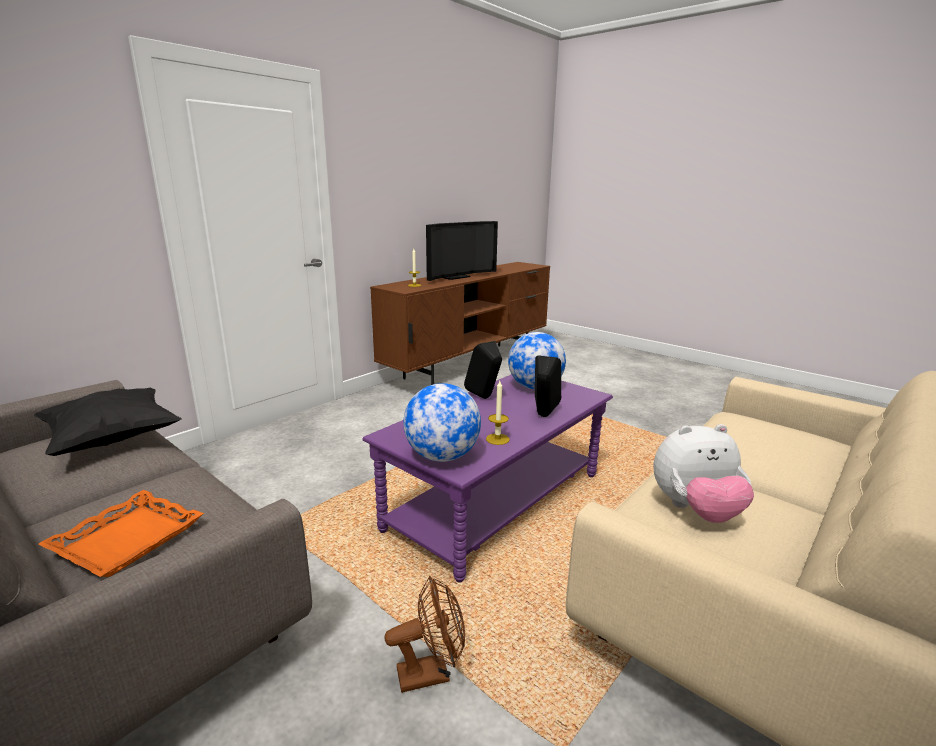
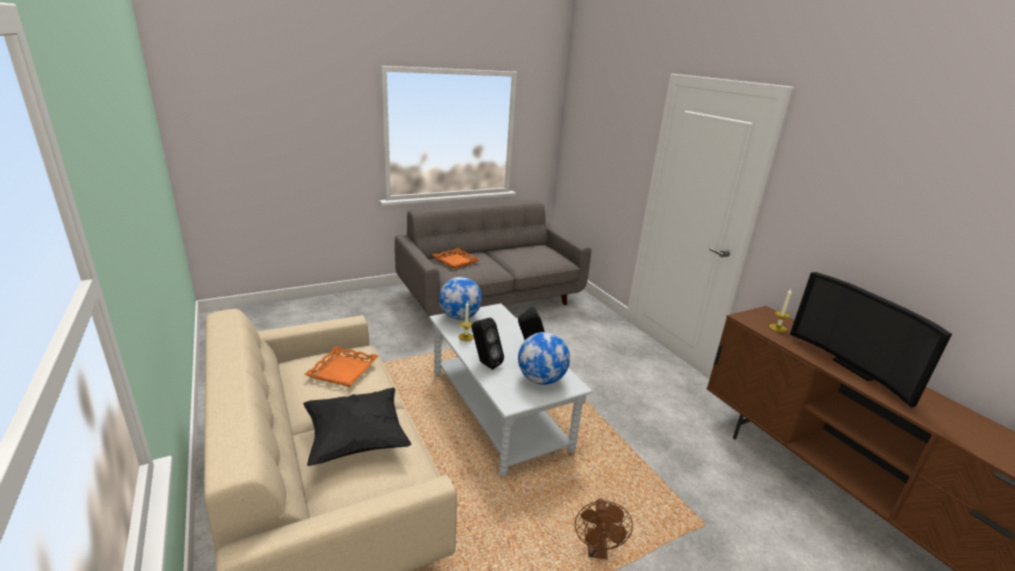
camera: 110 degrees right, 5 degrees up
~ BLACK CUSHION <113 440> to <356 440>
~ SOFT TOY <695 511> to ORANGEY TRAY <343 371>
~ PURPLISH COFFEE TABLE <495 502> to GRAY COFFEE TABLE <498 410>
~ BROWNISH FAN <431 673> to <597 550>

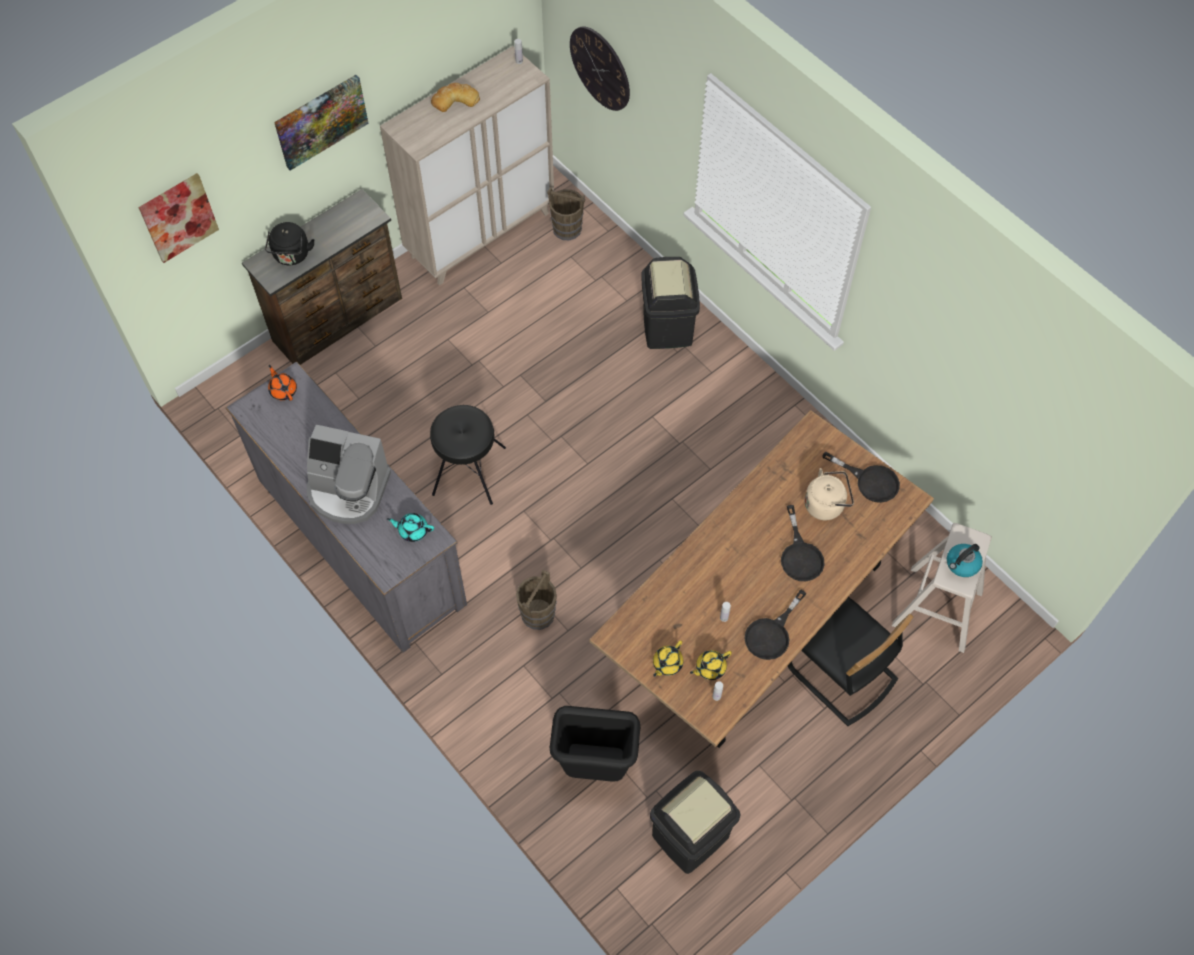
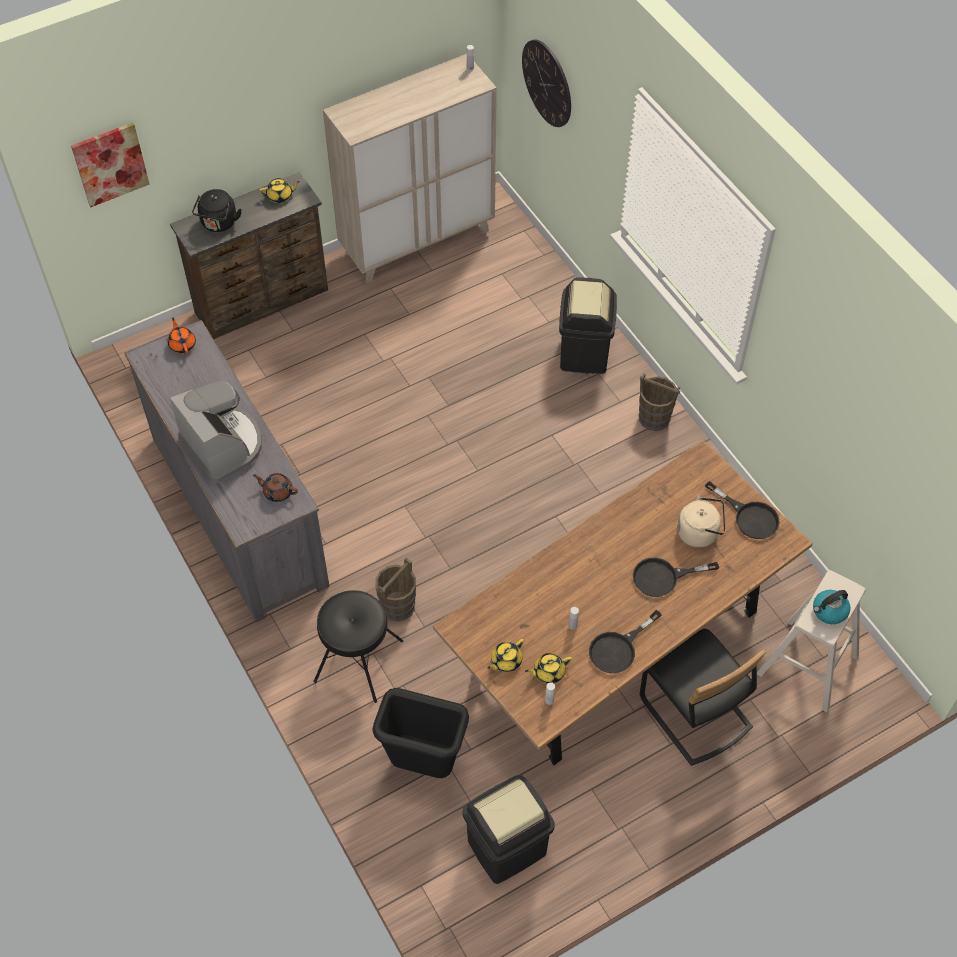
camera: 10 degrees right, 5 degrees down
~ COFFEE MAKER <348 490> = <223 445> 150 degrees counterclockwise
~ BLUE-GREEN TEAPOT <412 530> to BROWNISH TEAPOT <277 491>
+ YELLOW TEAPOT <280 196>
~ BLACK SITTING STOOL <468 471> to <357 660>
~ BLACK SKILLET <800 555> = <663 577> 75 degrees clockwise
~ BROWNISH BUCKET <567 229> to <654 418>
- WALL PICTURE <321 121>
- BREAD <455 99>

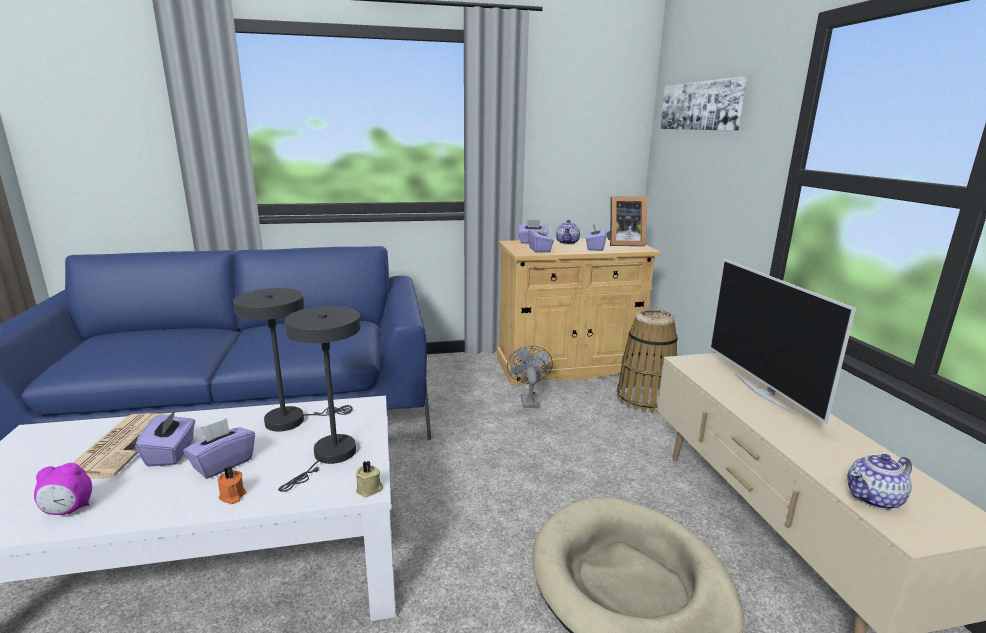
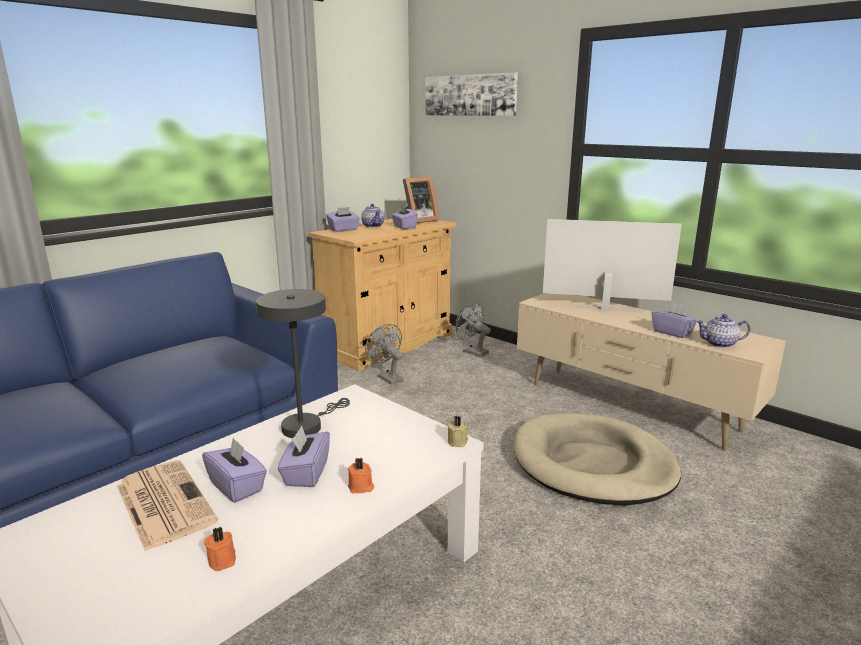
camera: 35 degrees left, 0 degrees up
~ TABLE CLOCK <69 510> to ORANGEY CANDLE <223 560>
~ BASKET <645 399> to GRAY FAN <472 351>
~ TV <764 393> = <604 308> 150 degrees clockwise
~ PURPLISH TISSUE BOX <540 250> to <672 332>
~ TEAPOT <874 498> = <720 344> 60 degrees clockwise
- GRAY TABLETOP LAMP <330 456>

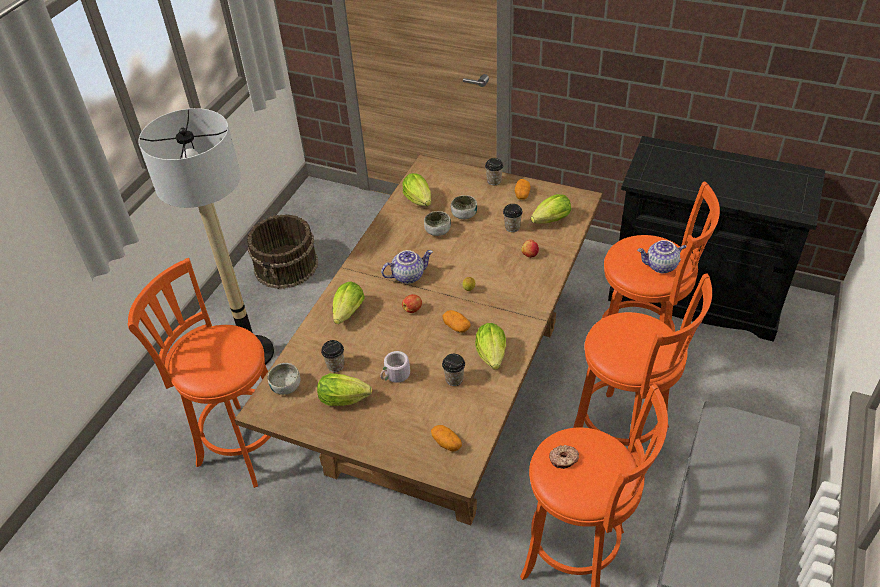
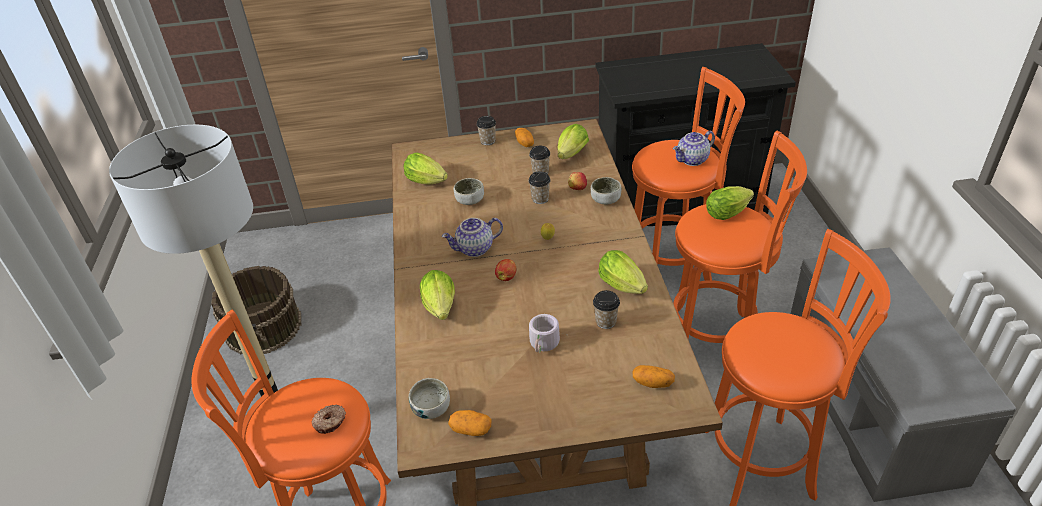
camera: 30 degrees left, 5 degrees down
~ DONUT <563 459> to <330 422>
~ TEAPOT <408 275> = <475 249> 150 degrees counterclockwise
~ POTATO <456 326> to <471 429>
~ CUP <335 365> to <540 199>
~ BOWL <464 215> to <605 200>
~ LETTUCE <347 399> to <729 213>

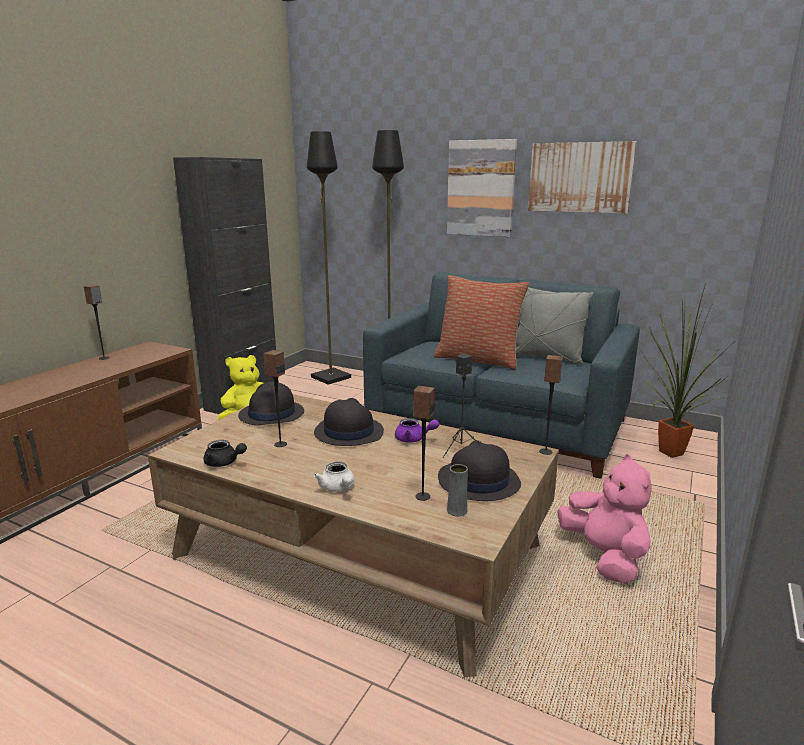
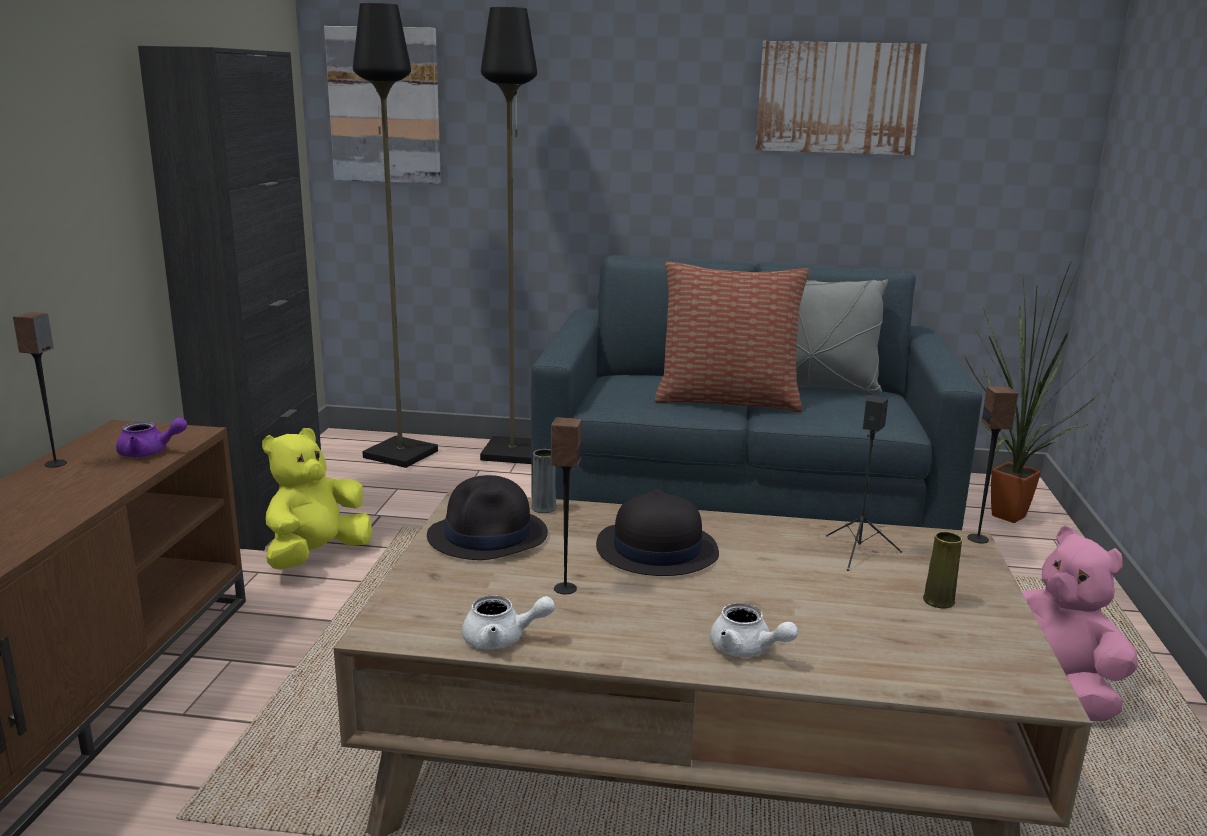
camera: 20 degrees left, 0 degrees up
~ PURPLISH TEAPOT <414 439> to <150 452>
~ WALL PICTURE <481 188> to <385 106>
~ BLACK TEAPOT <224 463> to WHITE-COLOURED TEAPOT <502 639>
~ GRAY DECORATIVE VASE <457 511> to <544 508>
~ BLACK HAT <478 481> to YELLOW DECORATIVE VASE <938 601>
- AUDIO SPEAKER <422 496>

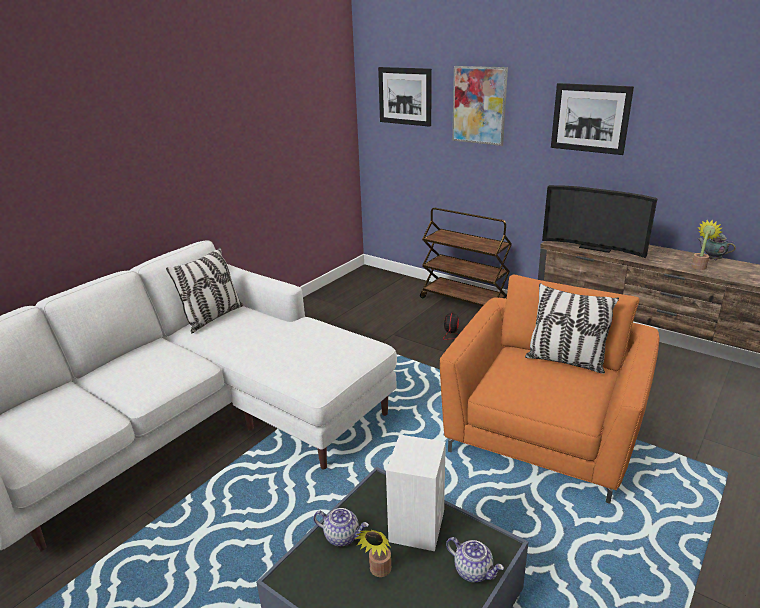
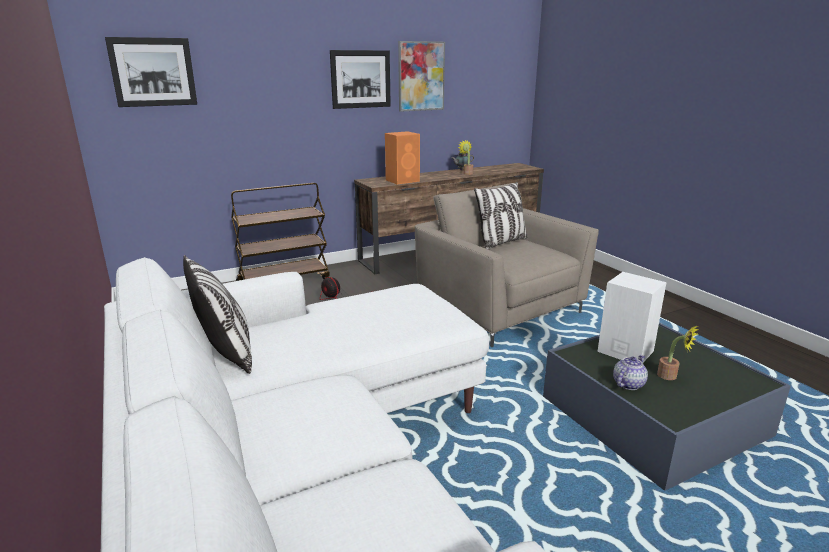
camera: 65 degrees left, 5 degrees down
~ TV <595 247> to ORANGEY AUDIO SPEAKER <403 180>
~ WALL PICTURE <479 105> to <421 76>
~ ORANGEY LOUNGE CHAIR <543 434> to SAND-COLOURED LOUNGE CHAIR <499 309>
- TEAPOT <473 571>

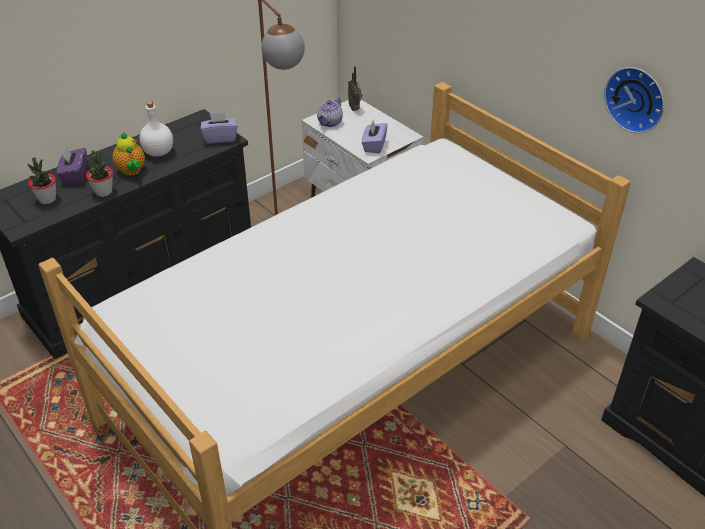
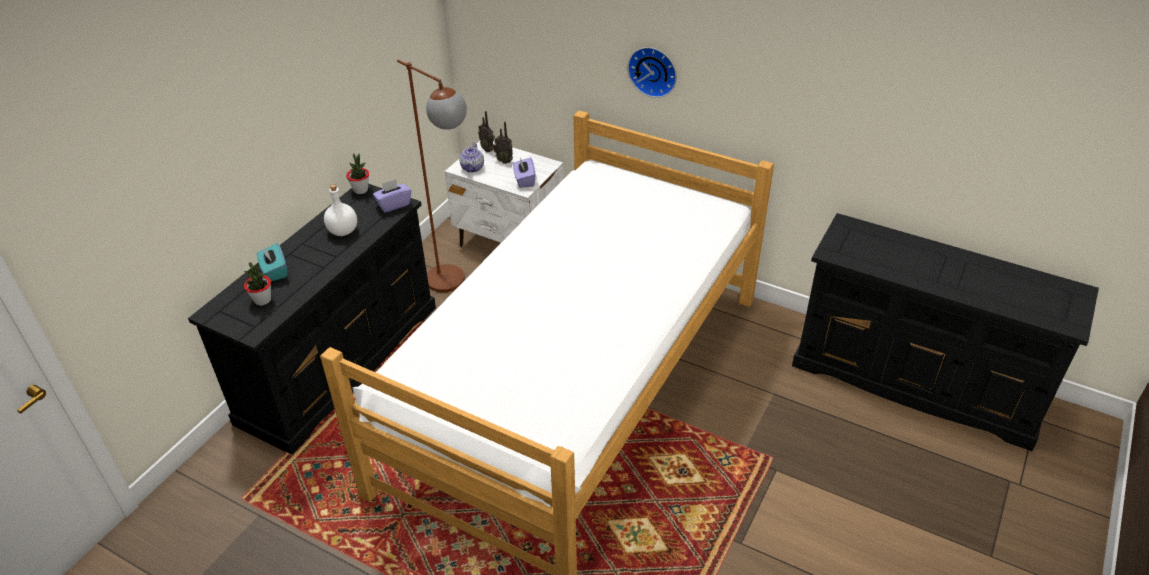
camera: 20 degrees left, 0 degrees up
~ PURPLISH TISSUE BOX <75 175> to BLUE-GREEN TISSUE BOX <274 271>
~ HOUSEPLANT <103 192> to <361 190>
+ RADIO RECEIVER <504 161>
~ HANGING CLOCK <636 98> to <653 70>
- TEAPOT <132 171>

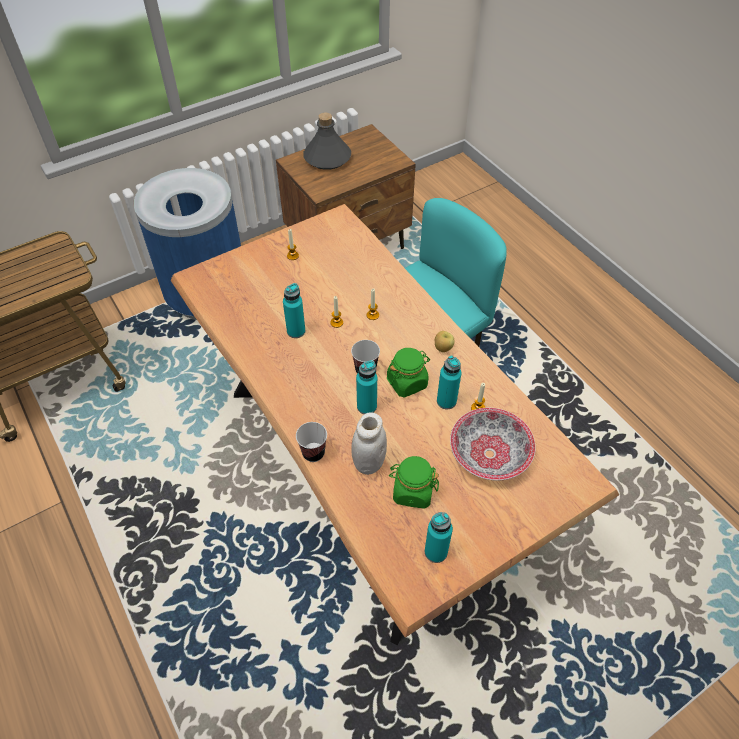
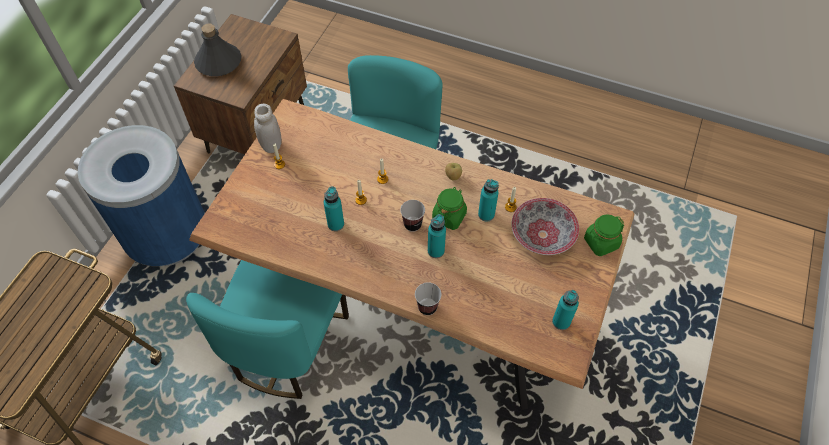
camera: 35 degrees left, 5 degrees up
+ BLUE-GREEN PLAIN CHAIR <287 346>
~ WHITE-COLOURED STORAGE JAR <369 462> to <271 145>
~ GREEN STORAGE JAR <412 491> to <601 243>

